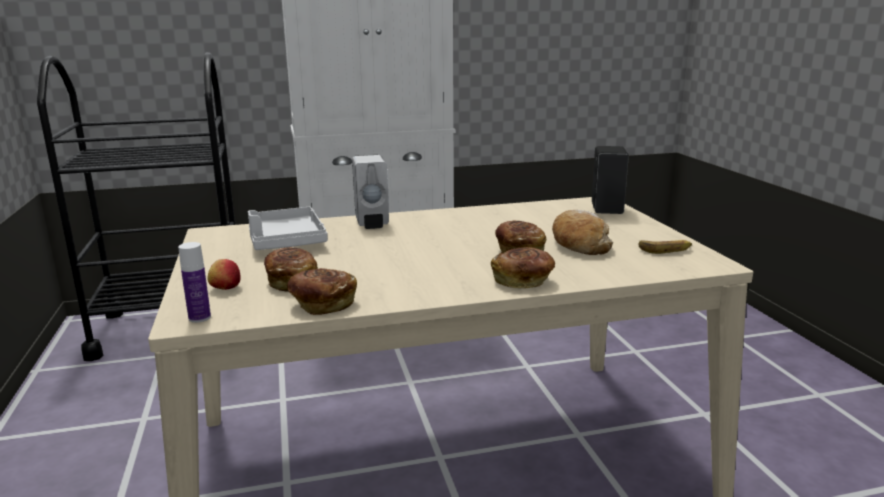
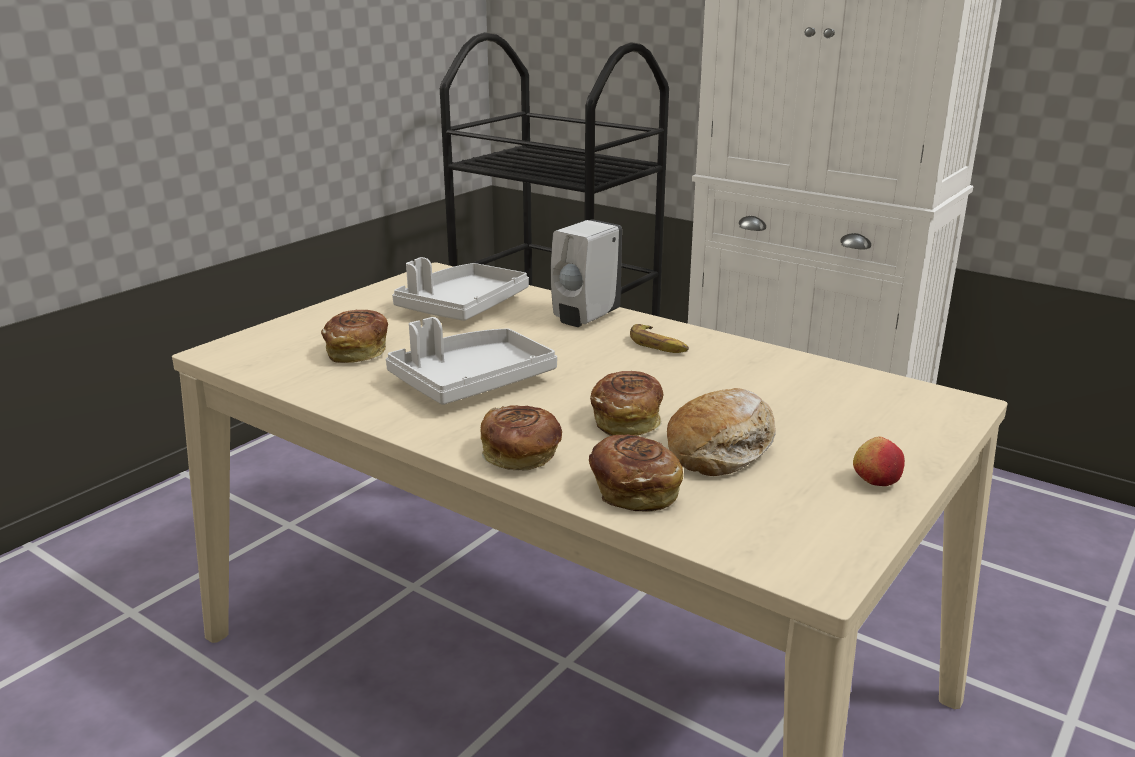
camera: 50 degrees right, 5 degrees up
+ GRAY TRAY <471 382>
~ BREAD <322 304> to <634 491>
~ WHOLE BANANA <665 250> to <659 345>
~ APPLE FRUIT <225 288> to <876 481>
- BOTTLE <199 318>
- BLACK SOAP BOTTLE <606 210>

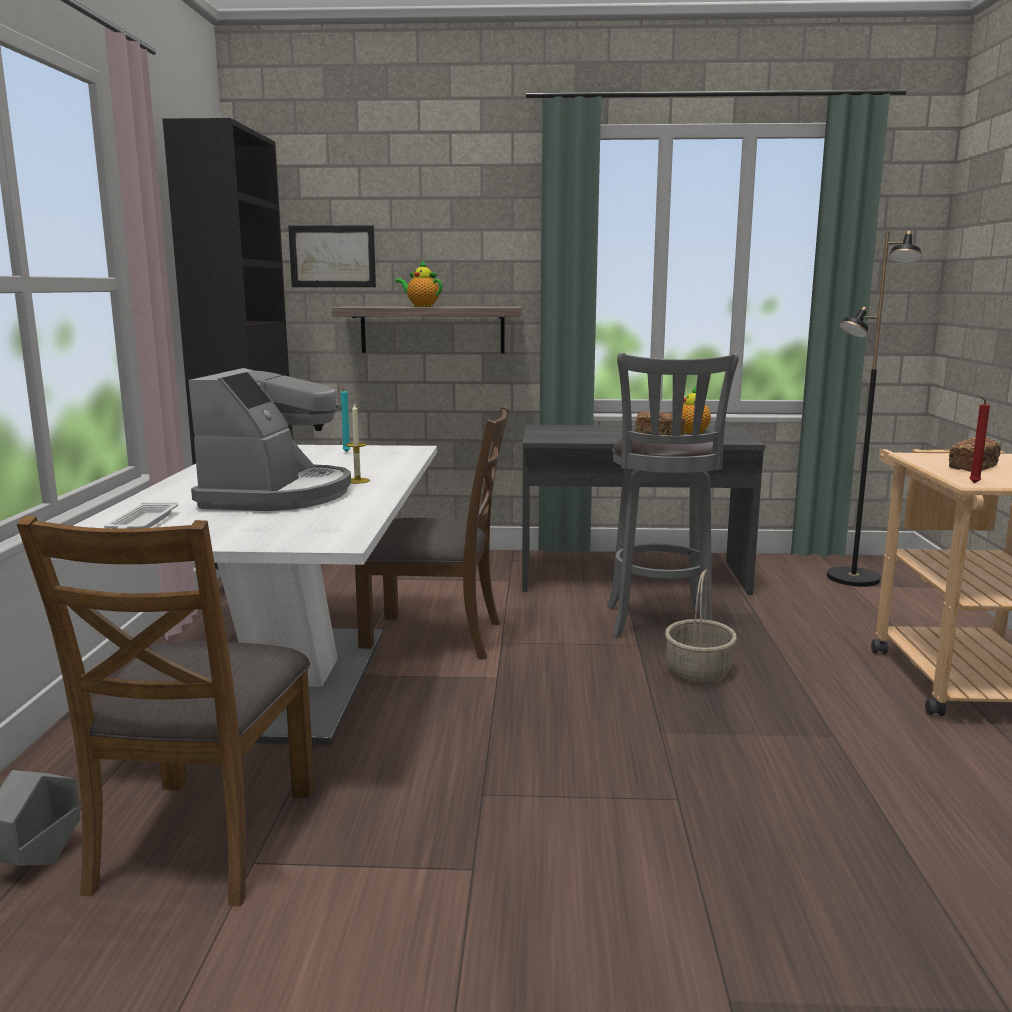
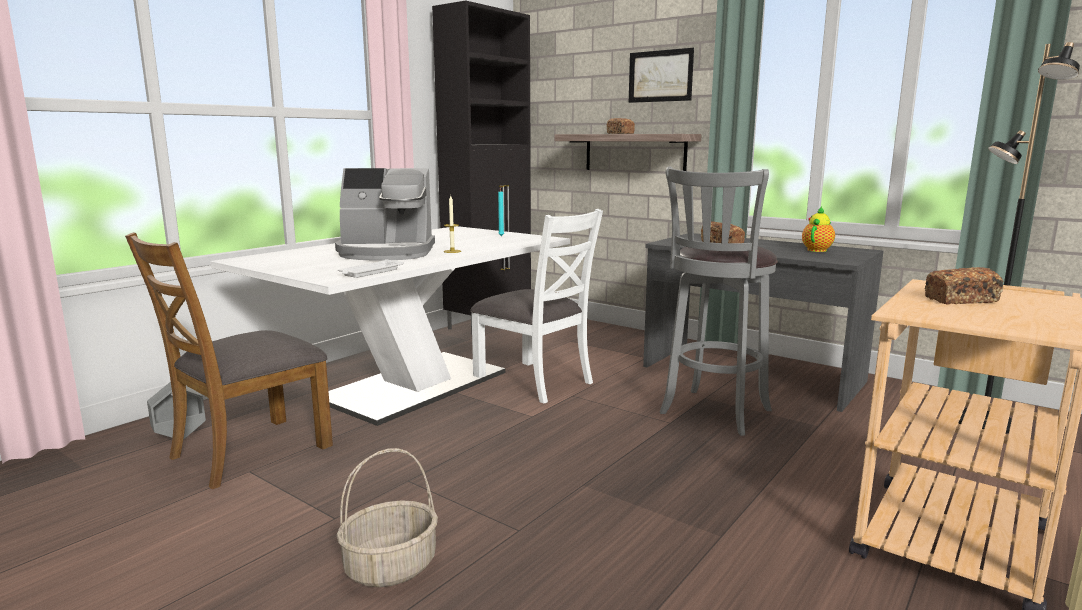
camera: 35 degrees right, 0 degrees up
~ COFFEE MAKER <277 495> = <386 253> 45 degrees clockwise
~ BASKET <699 671> to <390 568>
~ WHITE-COLOURED TRAY <142 523> to <370 272>
~ BROWNISH PLAIN CHAIR <435 637> to WHITE-COLOURED PLAIN CHAIR <535 381>
~ TEAPOT <421 306> to BREAD <620 133>
~ WALL PICTURE <332 256> to <660 76>
- RED CANDLE <973 483>

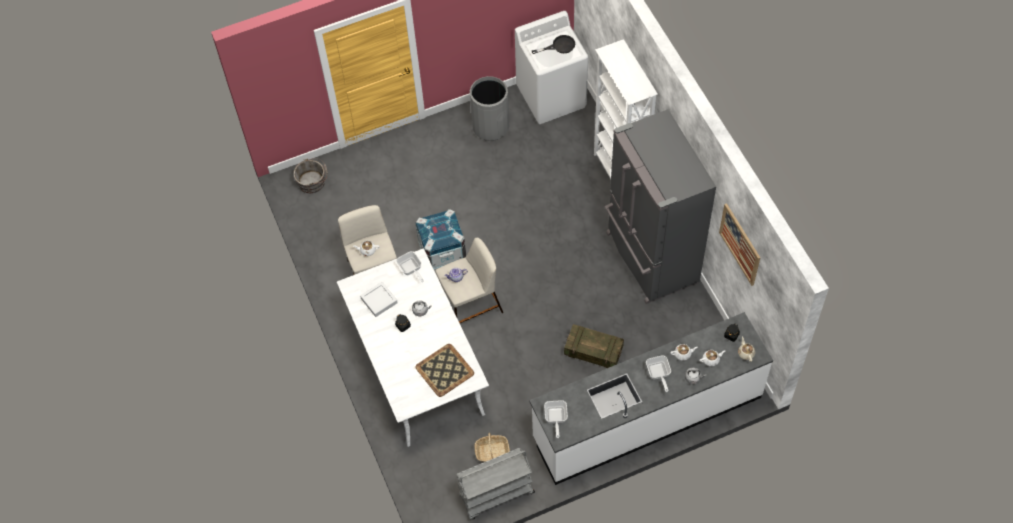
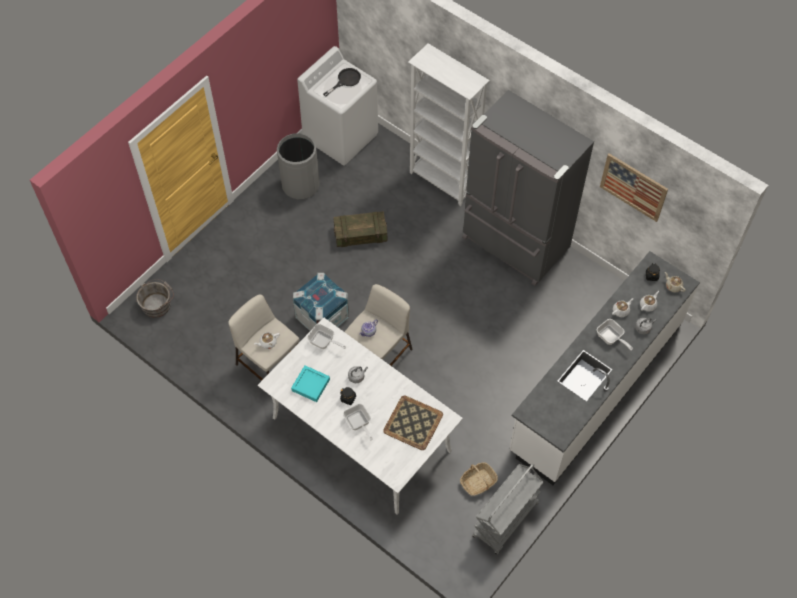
camera: 30 degrees left, 0 degrees up
~ GRAY TRAY <379 300> to BLUE-GREEN TRAY <310 385>
~ CRATE <593 351> to <360 234>
~ SKILLET <555 418> to <358 423>

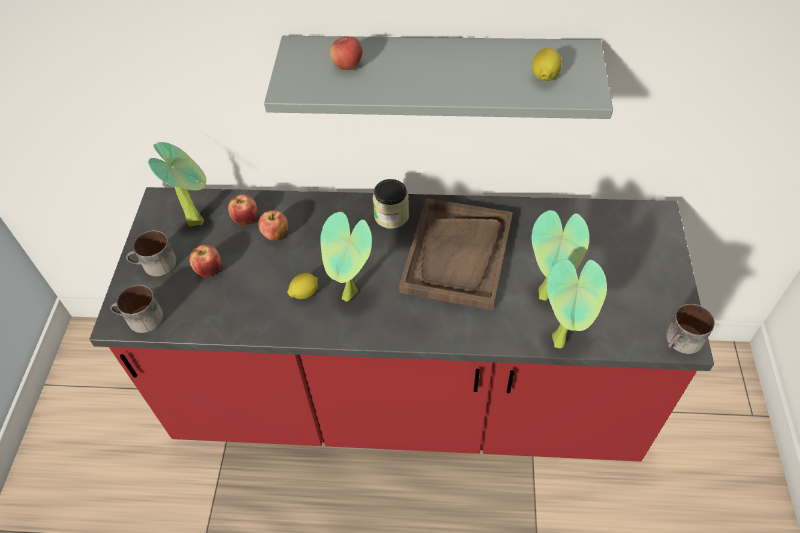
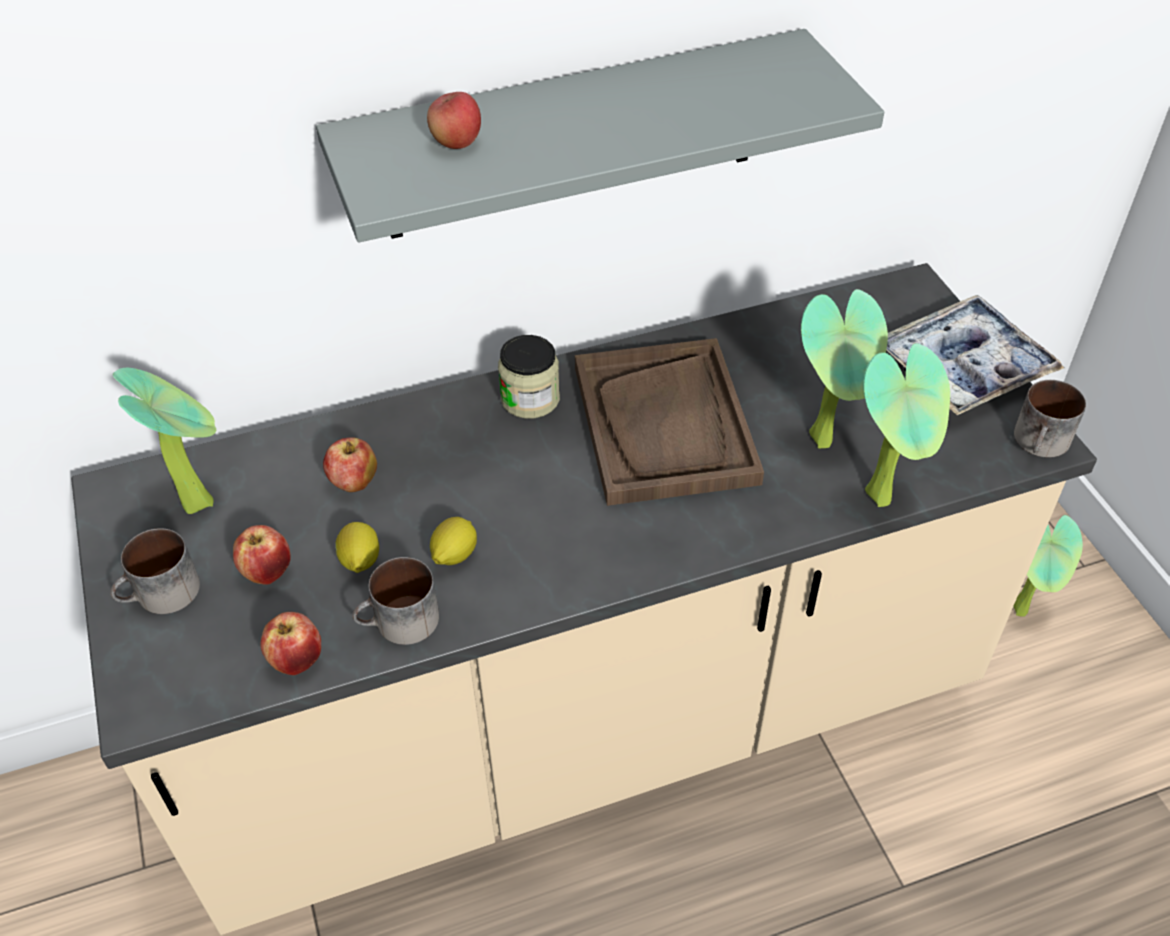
camera: 25 degrees left, 5 degrees down
~ RED KITCHEN BASE UNIT <406 399> to SAND-COLOURED KITCHEN BASE UNIT <588 724>
~ APPLE FRUIT <246 219> to <297 660>
~ CITRUS FRUIT <544 77> to <360 561>
~ MUG <140 319> to <400 624>
+ TRAY <964 367>
~ HOUSEPLANT <351 297> to <1024 610>

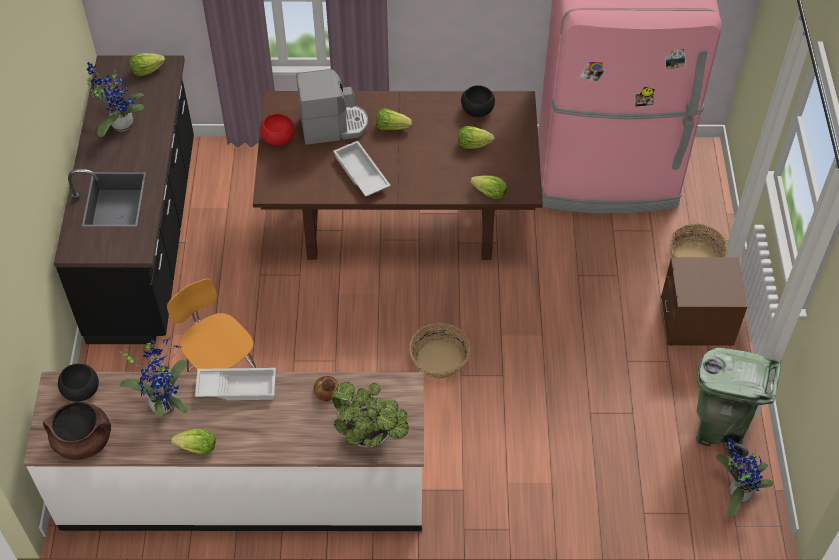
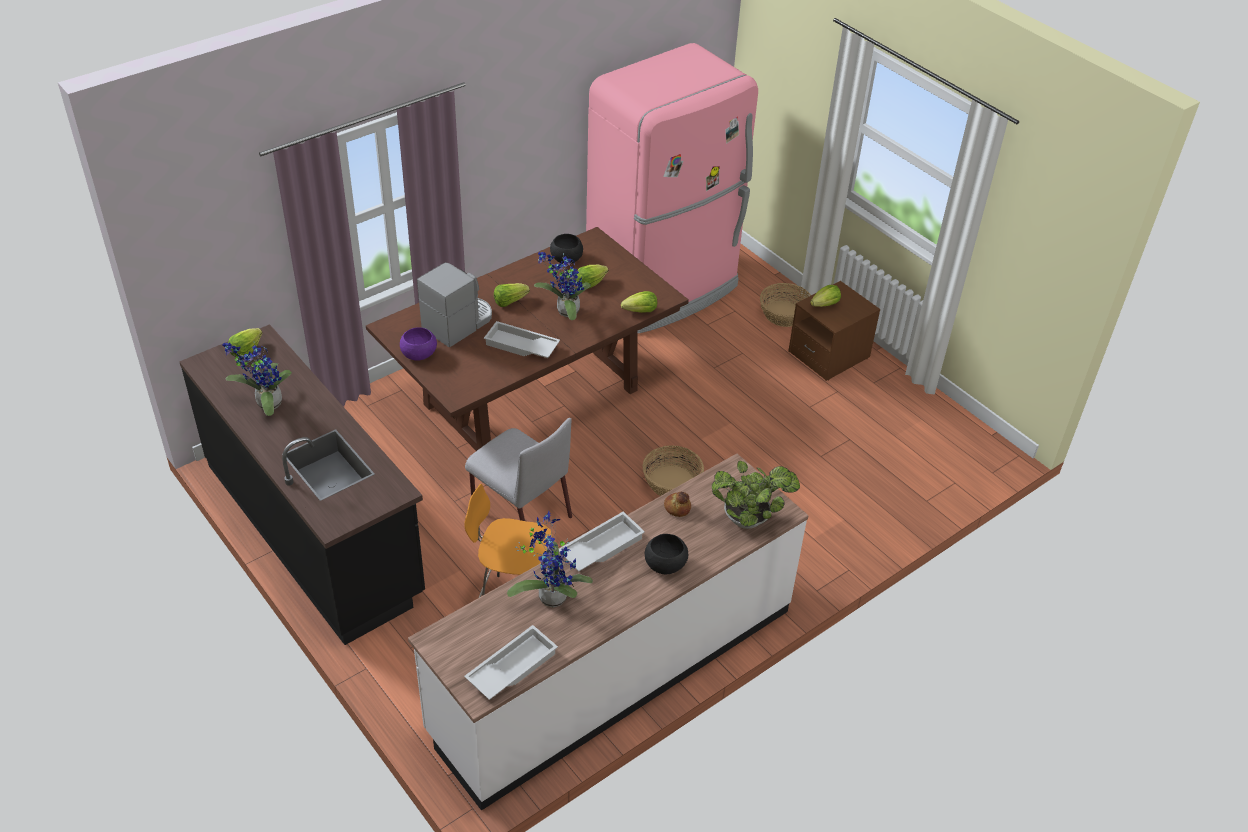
camera: 40 degrees left, 10 degrees down
~ RED BOWL <279 138> to PURPLISH BOWL <419 353>
~ BROWNISH COOKING POT <84 441> to WHITE-COLOURED TRAY <511 667>
+ GRAY PLAIN CHAIR <520 512>
~ HOUSEPLANT <736 492> to <565 311>
~ BLACK BOWL <81 390> to <665 563>
~ LETTUCE <197 448> to <825 305>
- GREEN TRASH CAN <720 429>

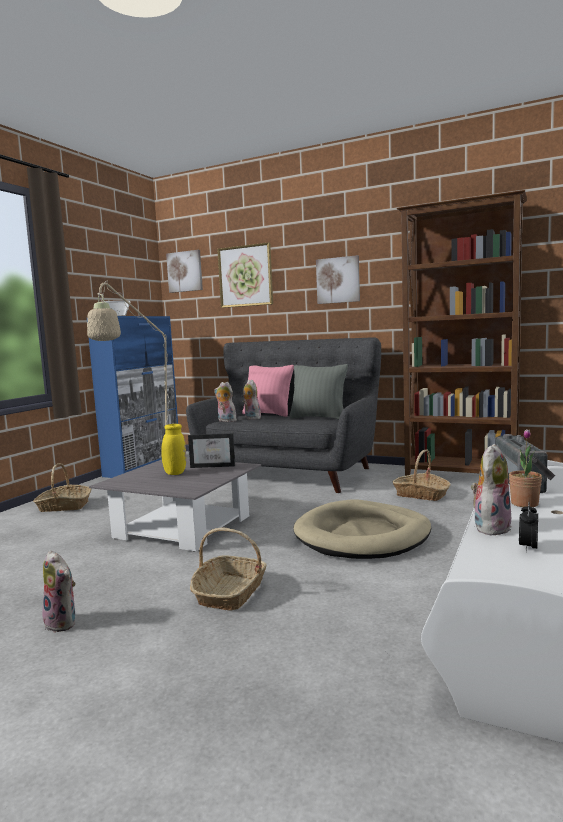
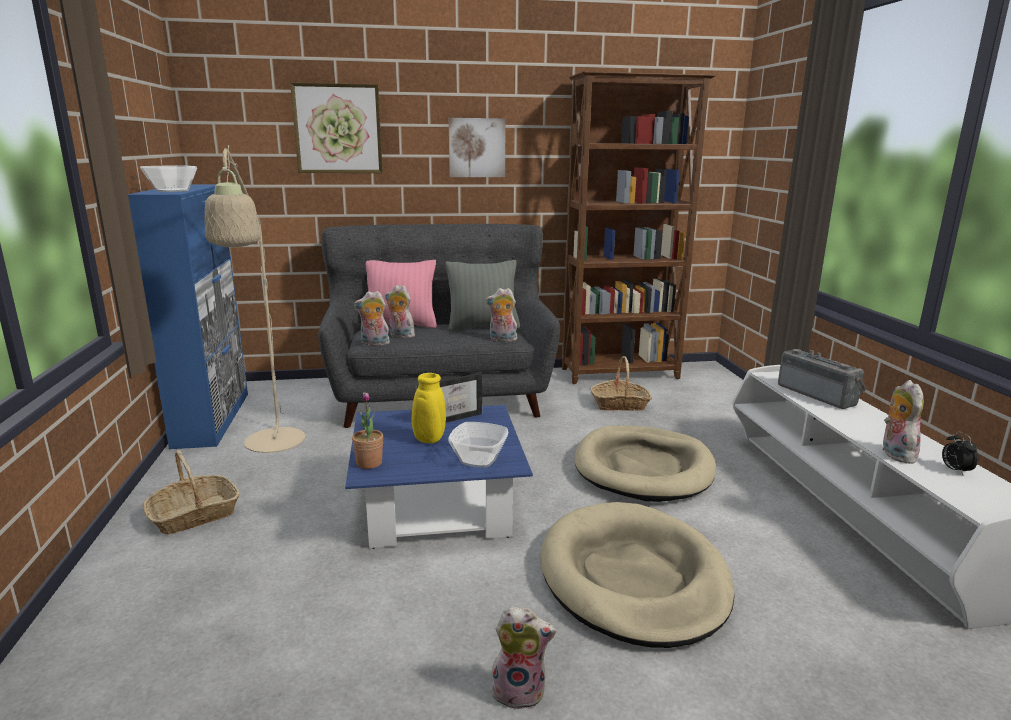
camera: 35 degrees left, 10 degrees up
~ GRAY COFFEE TABLE <183 527> to BLUISH COFFEE TABLE <437 506>
~ HOUSEPLANT <524 504> to <369 463>
+ BOWL <477 460>
+ SOFT TOY <502 340>
~ BASKET <230 593> to SAND-COLOURED DOG BED <633 578>
- WALL PICTURE <185 271>

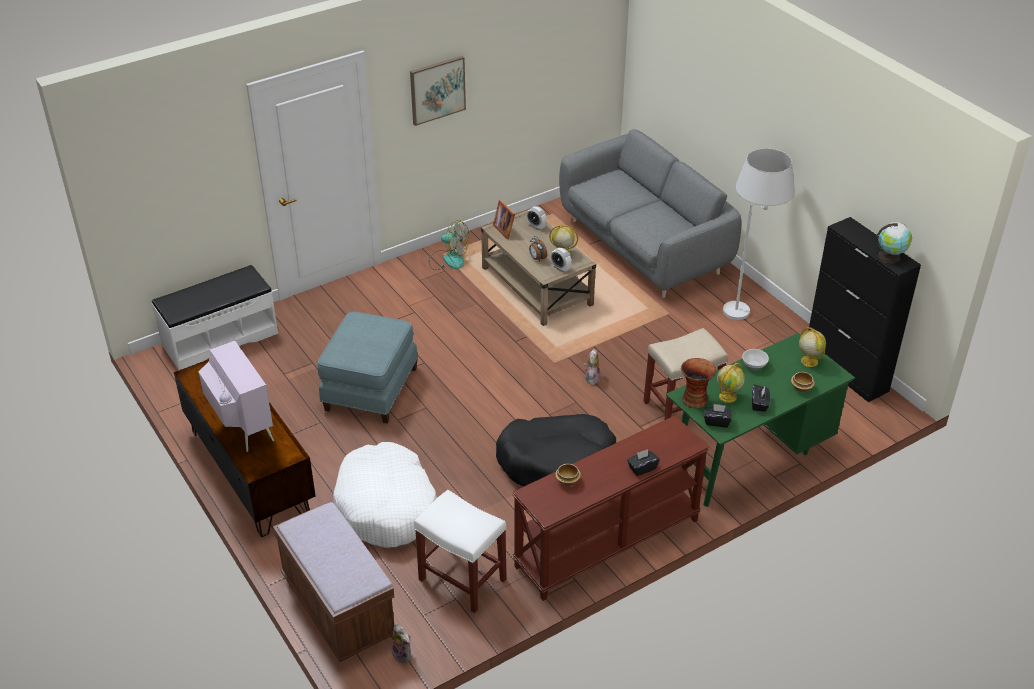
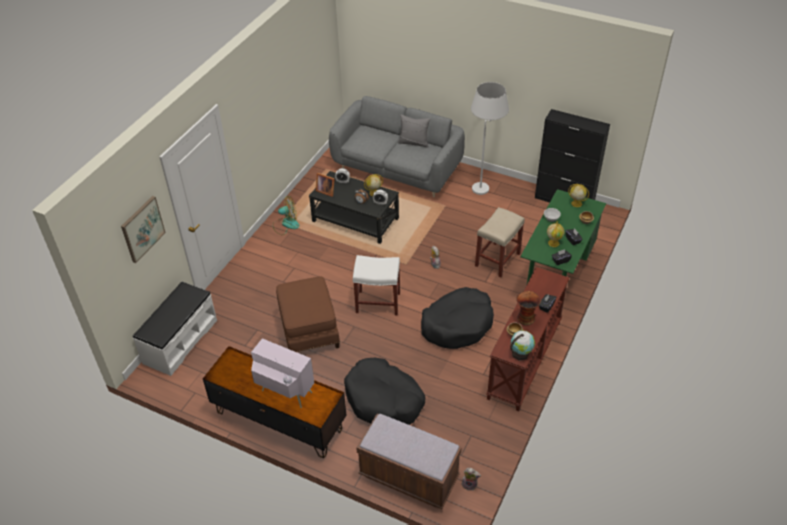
camera: 30 degrees left, 5 degrees up
~ WALL PICTURE <437 89> to <142 229>
~ BLUISH OTTOMAN <369 388> to BROWNISH OTTOMAN <308 330>
~ SAND-COLOURED COFFEE TABLE <537 286> to BLACK COFFEE TABLE <355 220>
~ WHITE-COLOURED DOG BED <387 507> to BLACK DOG BED <384 400>
~ WHITE-COLOURED SITTING STOOL <461 579> to <377 303>
+ GRAY CUSHION <414 142>
~ WORLD GLOBE <890 256> to <521 353>
~ DECORATIVE VASE <694 399> to <525 318>

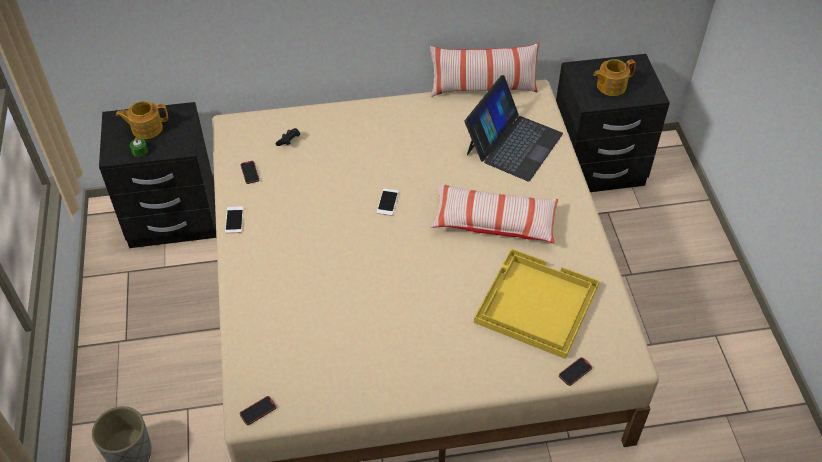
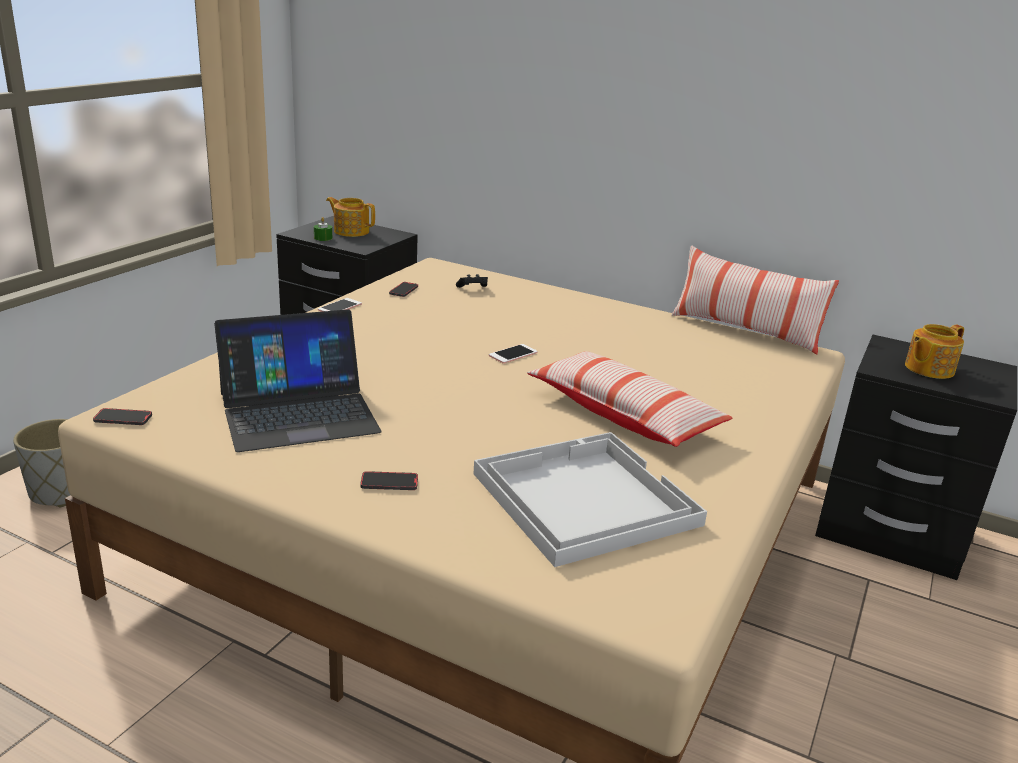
camera: 35 degrees right, 25 degrees down
~ PORTABLE COMPUTER <513 143> to <298 412>
~ HANDSET <575 372> to <389 483>
~ YELLOW TRAY <535 304> to WHITE-COLOURED TRAY <582 498>
~ TEAPOT <610 86> = <928 369> 45 degrees counterclockwise

